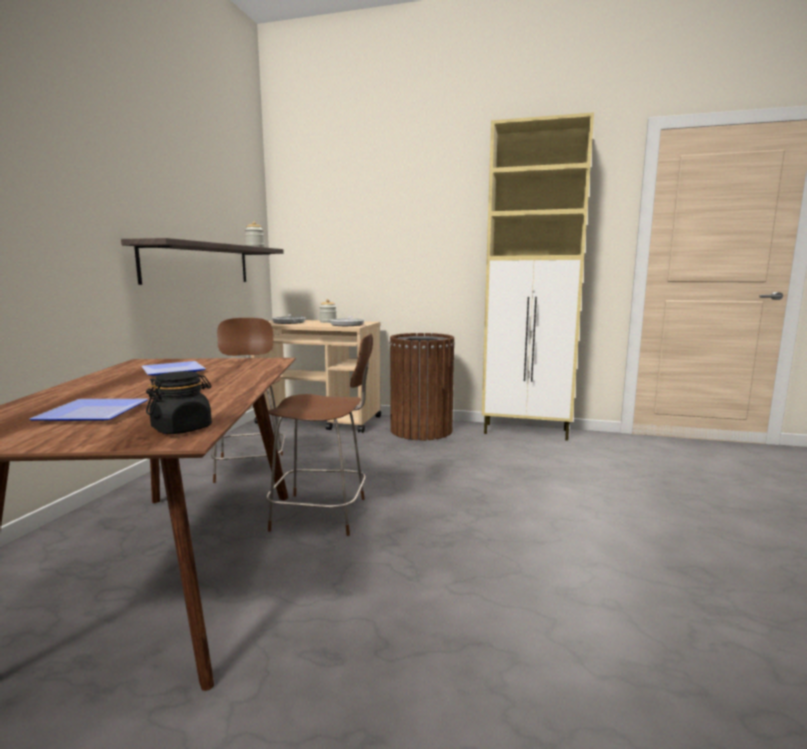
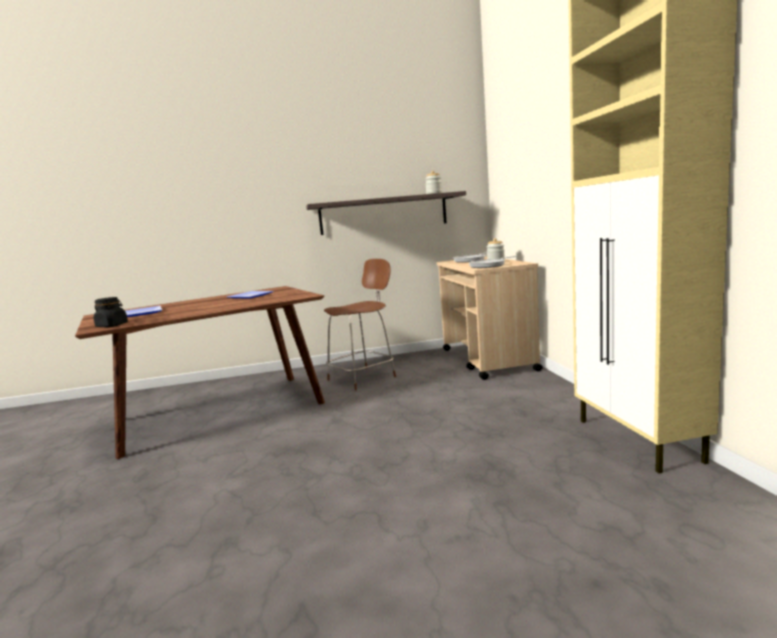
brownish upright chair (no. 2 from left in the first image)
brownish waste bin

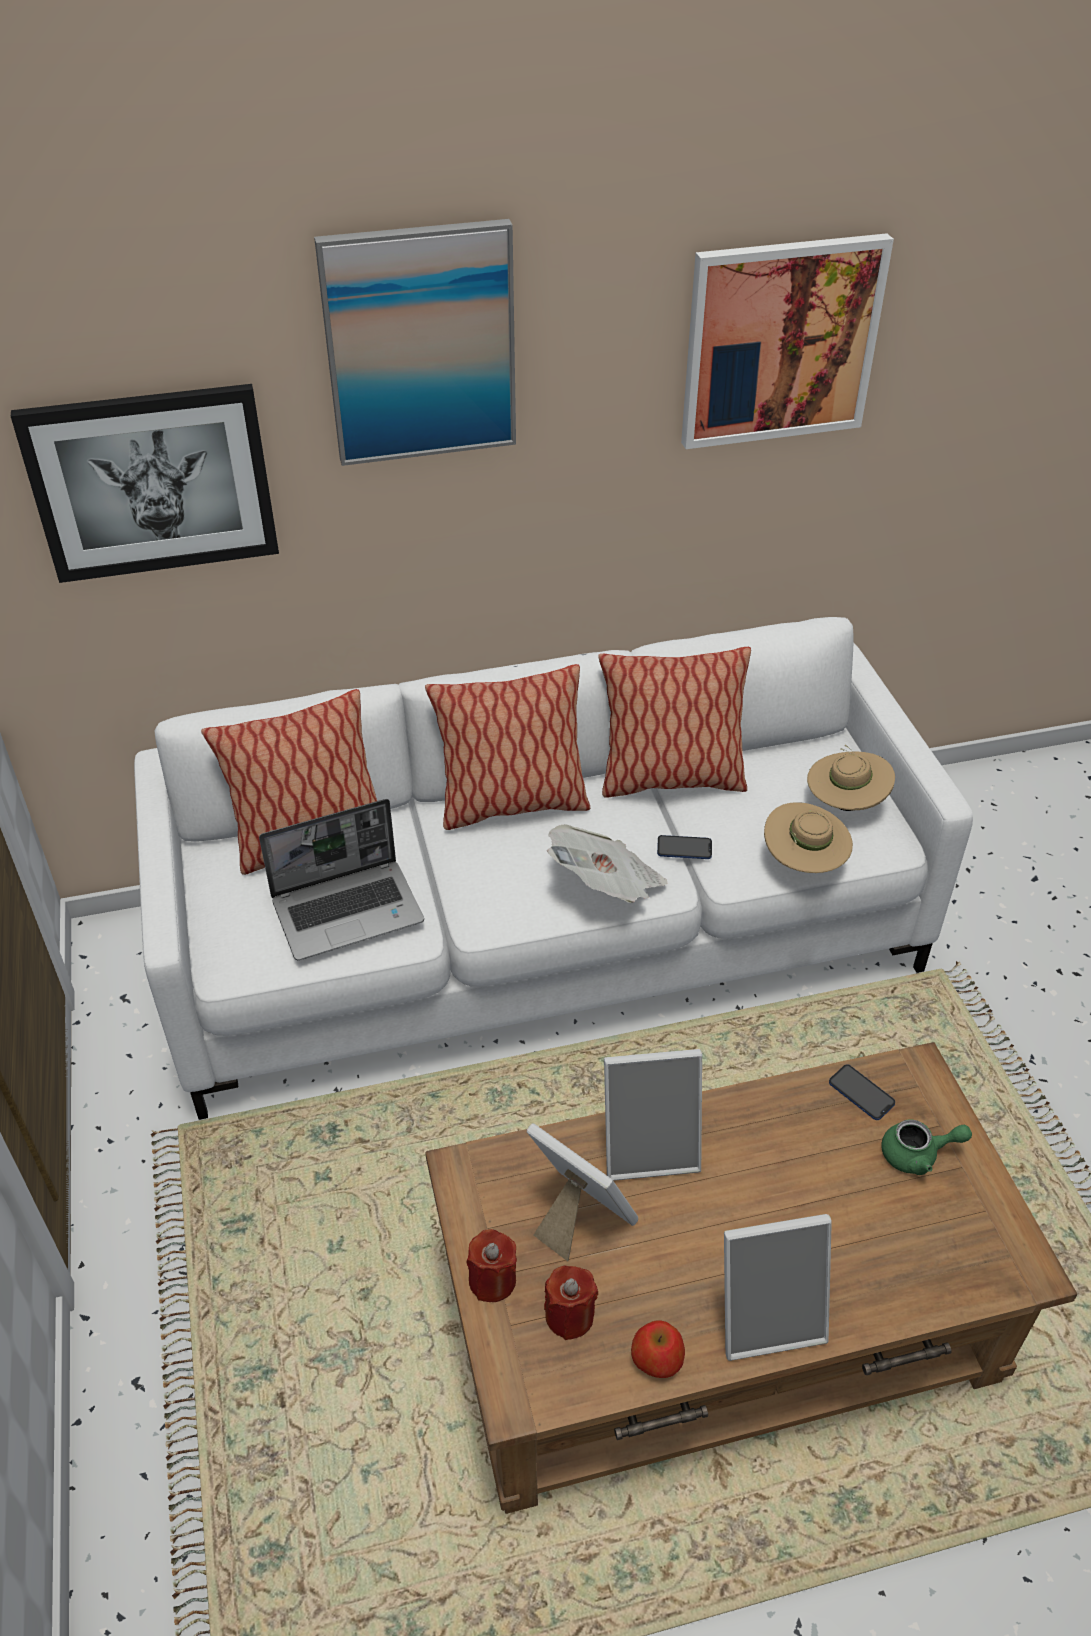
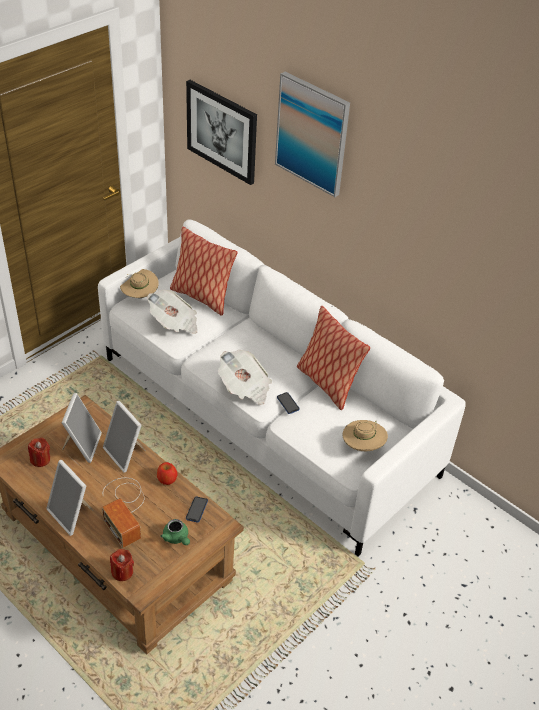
wall picture (no. 3 from left in the first image)
throw pillow (no. 2 from left in the first image)
printed paper (no. 1 from left)
beige wearable hat (no. 1 from left)
red wax light (no. 2 from left)
apple
radio receiver

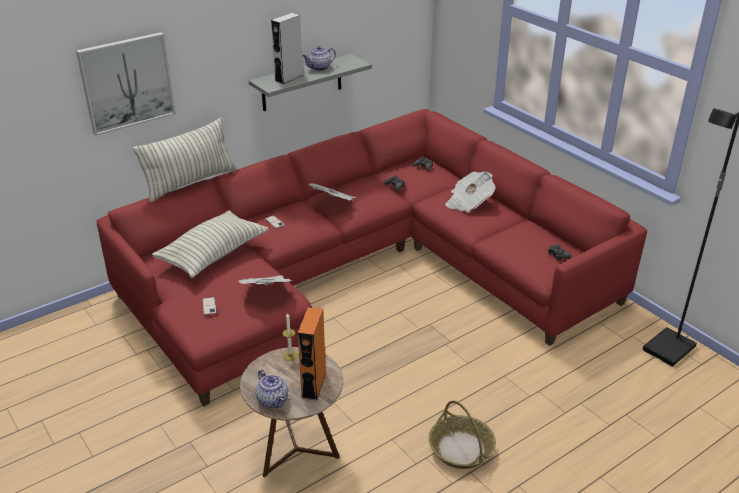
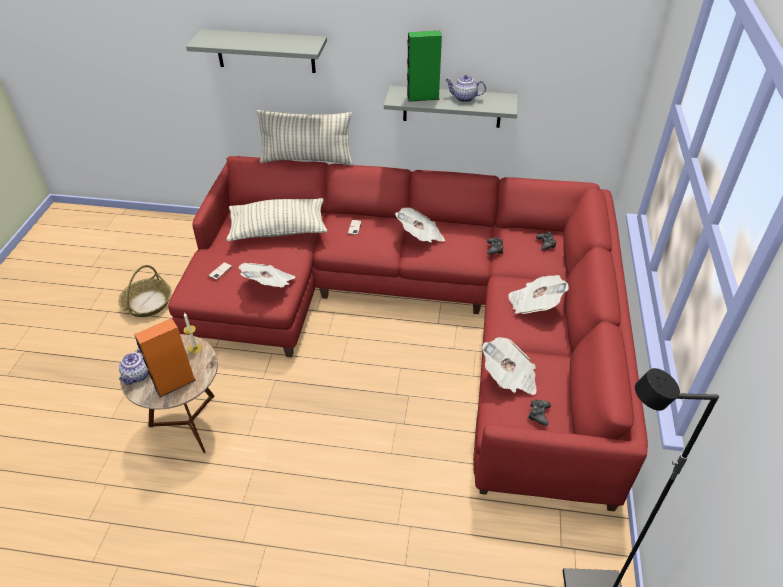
green-coloured audio speaker
grey bracket shelf (no. 1 from left)
storage basket
printed paper (no. 3 from left)

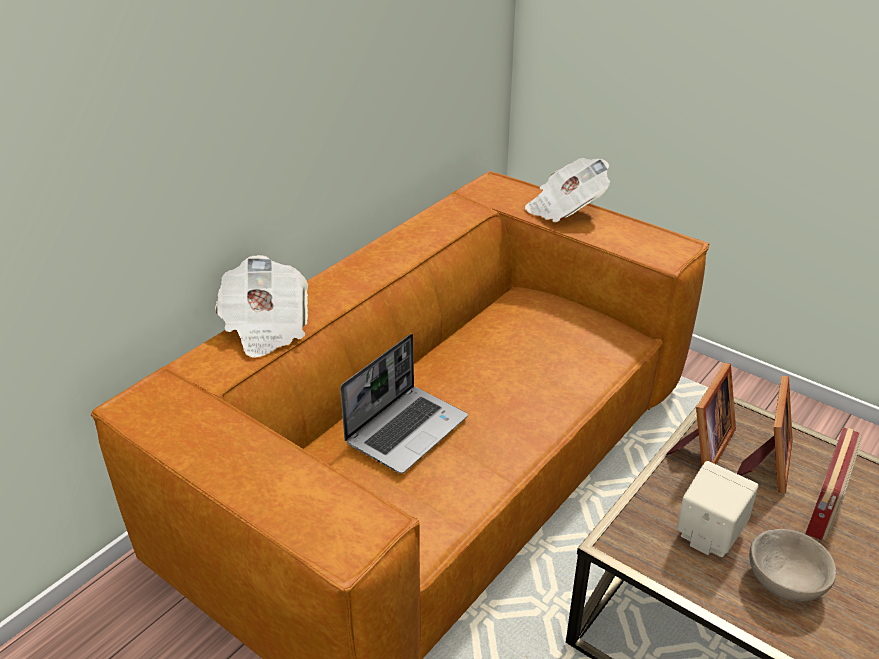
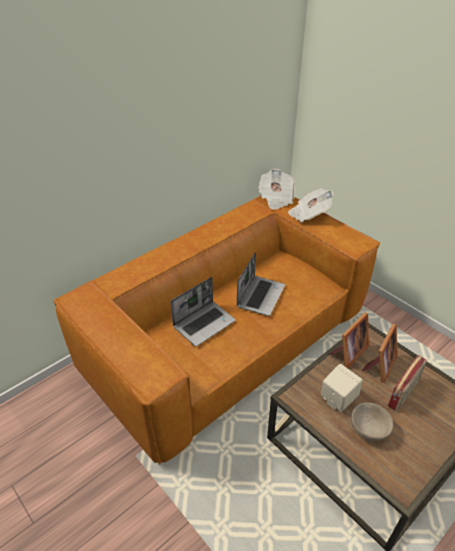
printed paper (no. 1 from left)
portable computer (no. 2 from left)

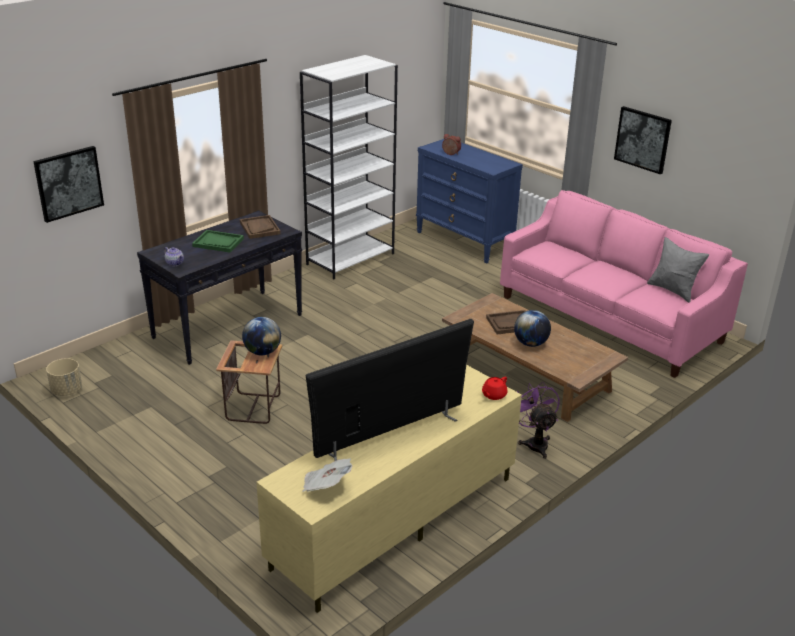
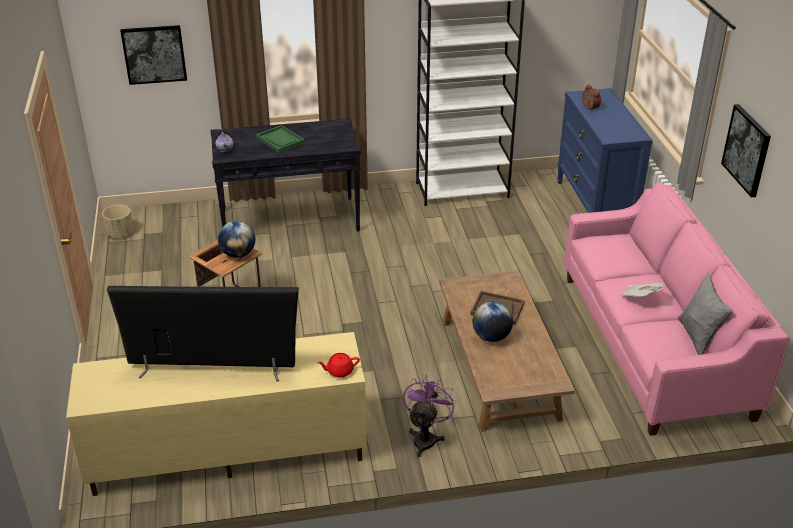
brownish carrying tray (no. 1 from left in the first image)
printed paper

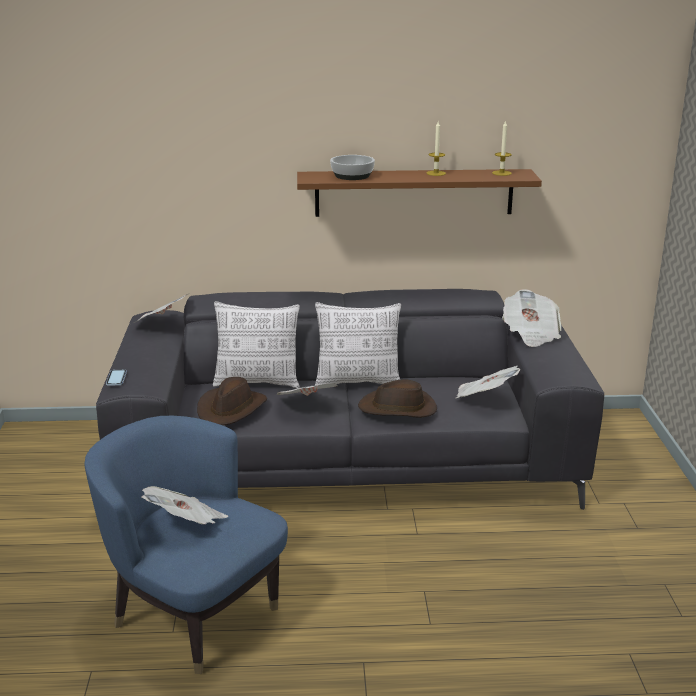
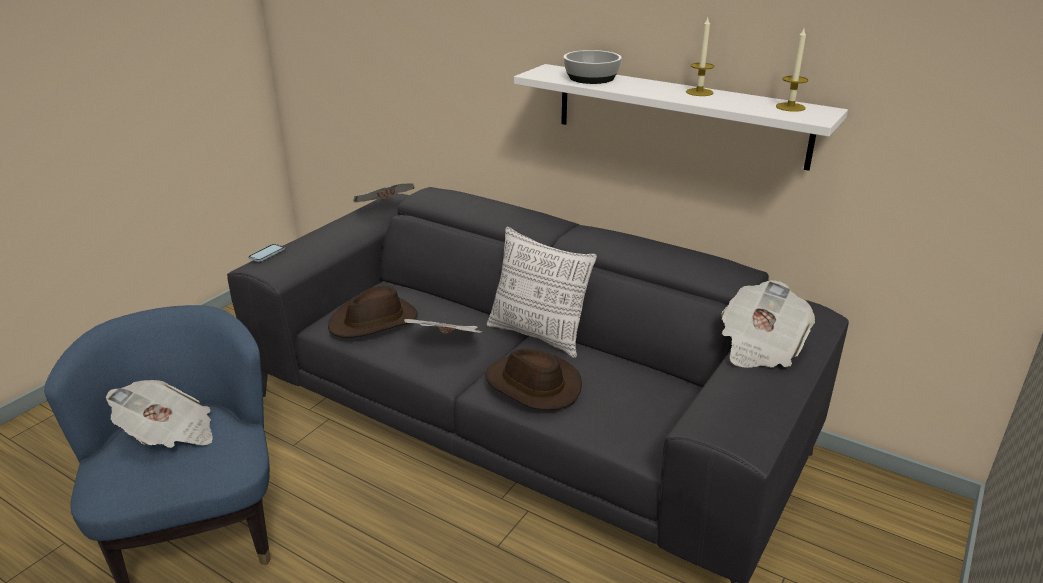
white-coloured bracket shelf
throw pillow (no. 1 from left in the first image)
printed paper (no. 4 from left in the first image)

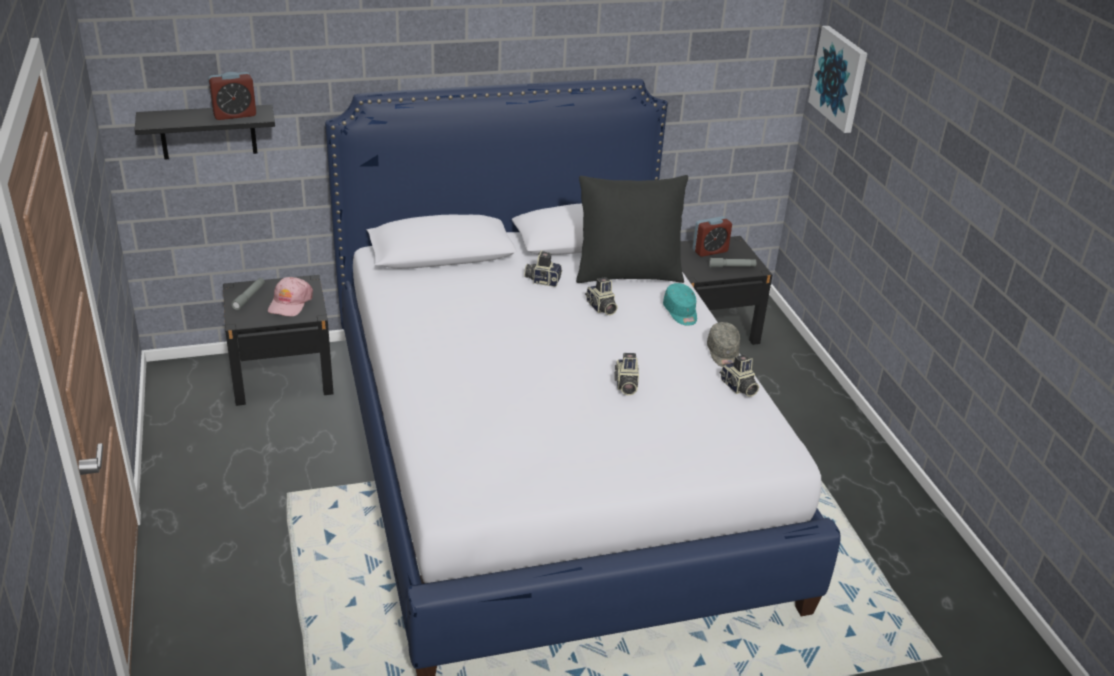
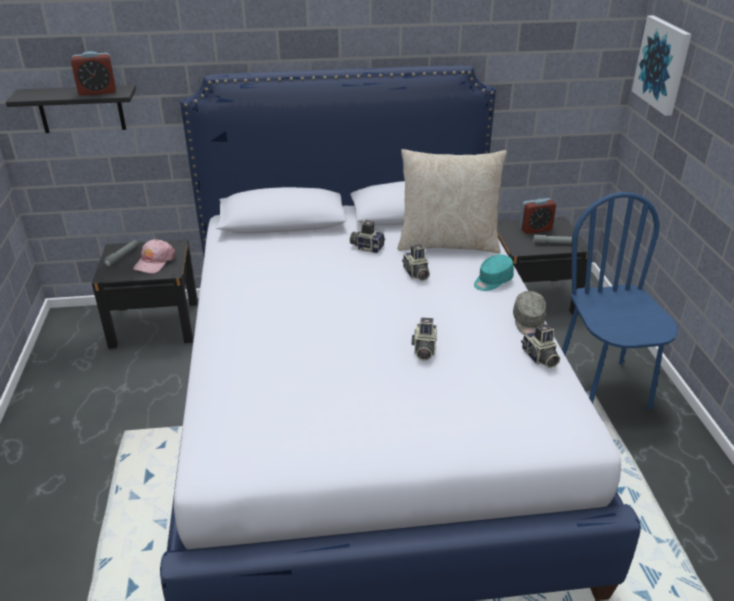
beige throw pillow
turquoise peaked cap
blue upright chair

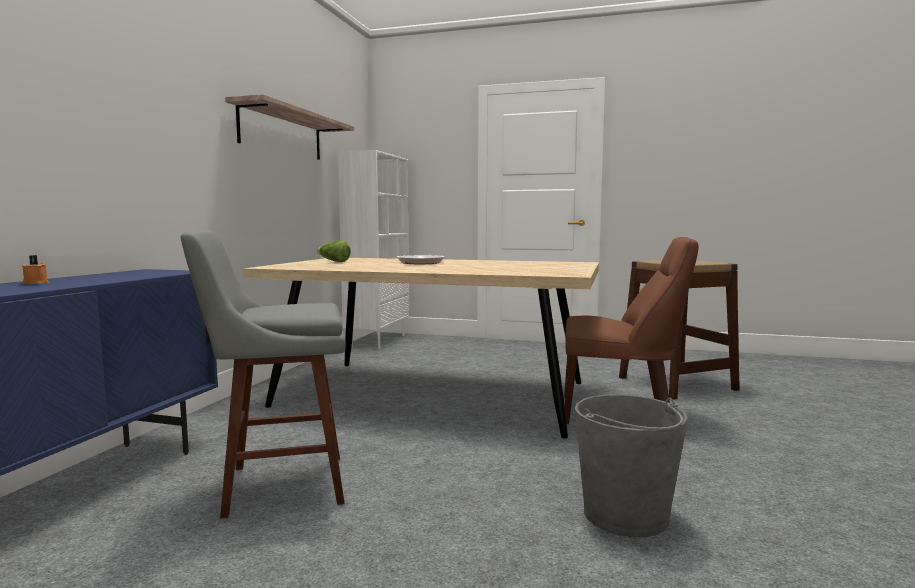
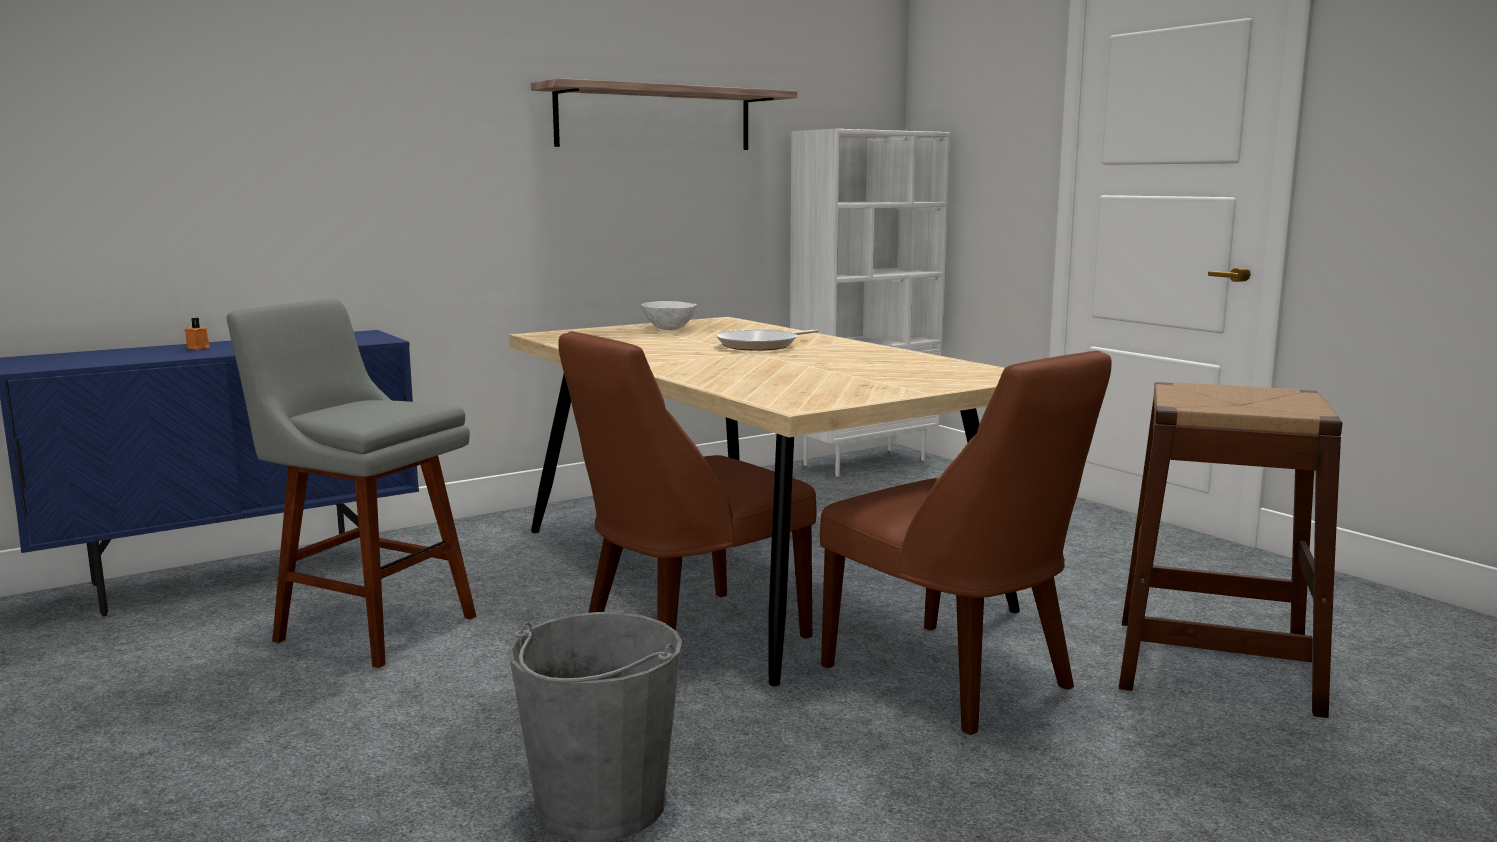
white-coloured serving bowl
brownish upright chair (no. 1 from left)

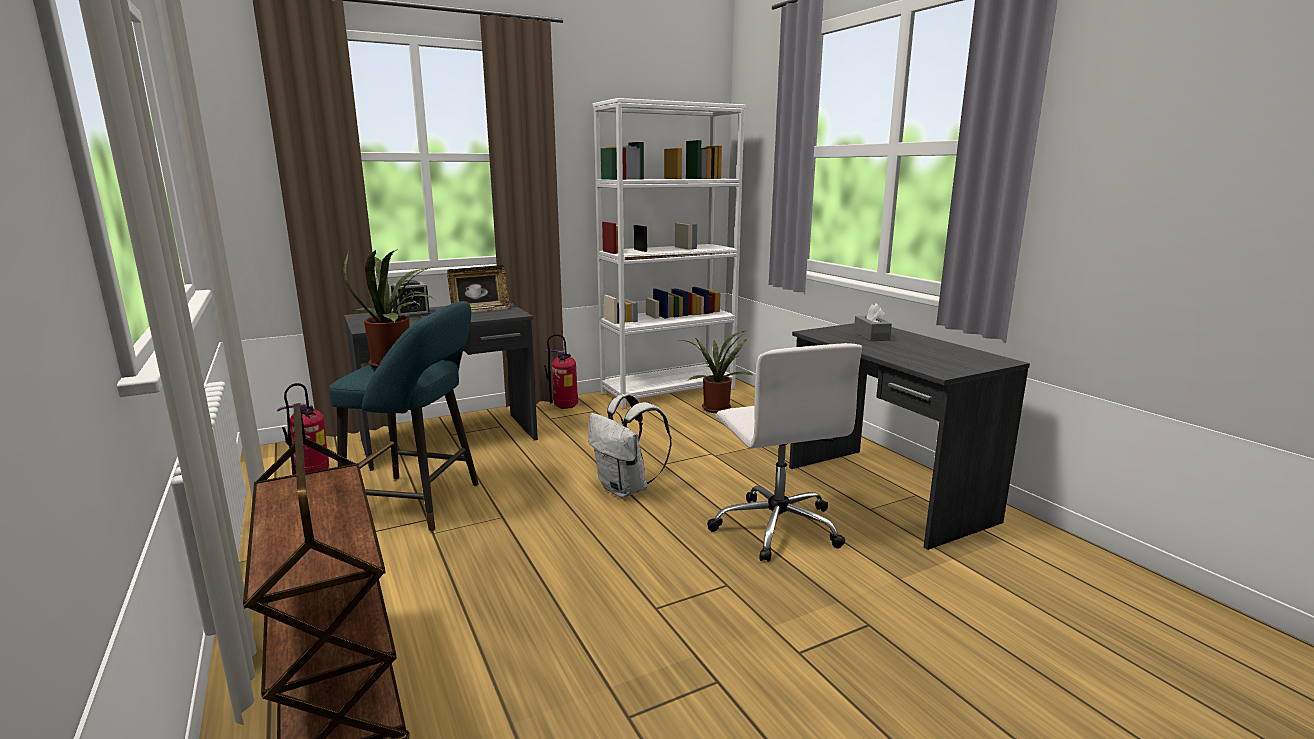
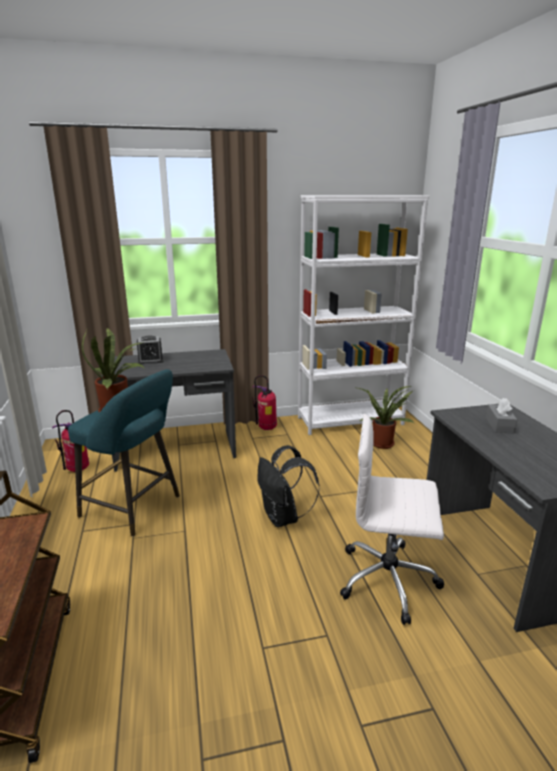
picture frame
white-coloured computer chair
black rucksack

